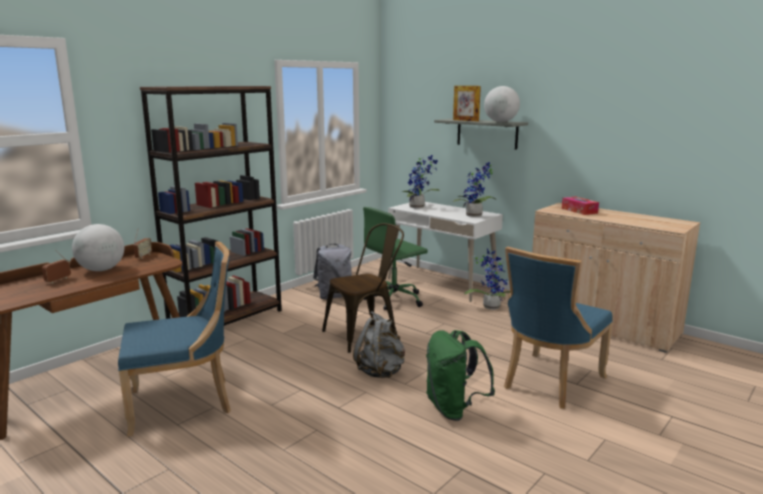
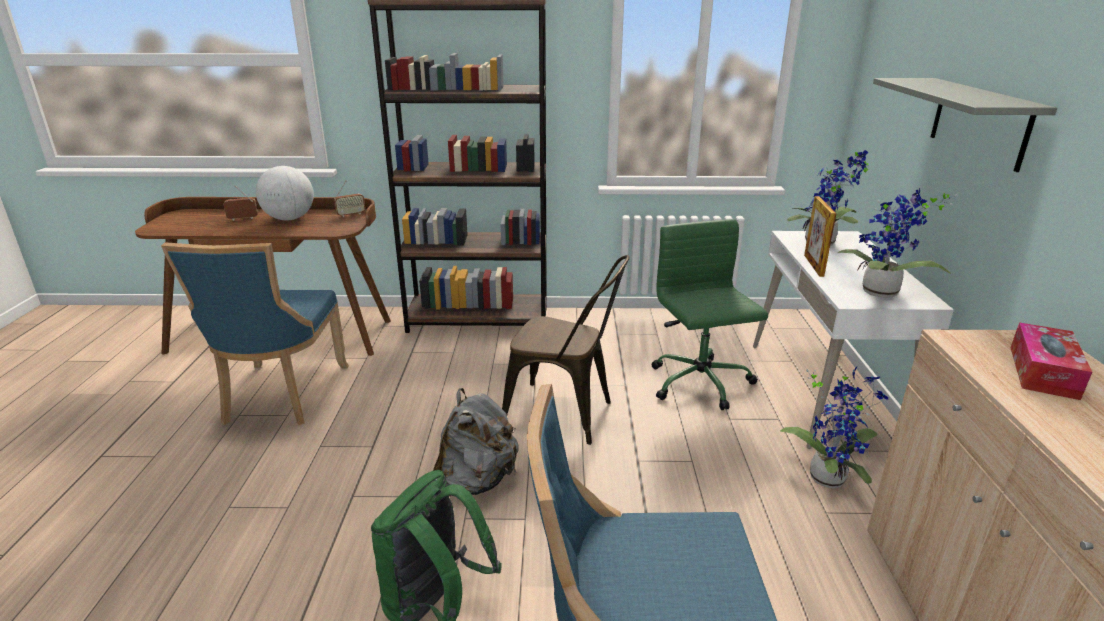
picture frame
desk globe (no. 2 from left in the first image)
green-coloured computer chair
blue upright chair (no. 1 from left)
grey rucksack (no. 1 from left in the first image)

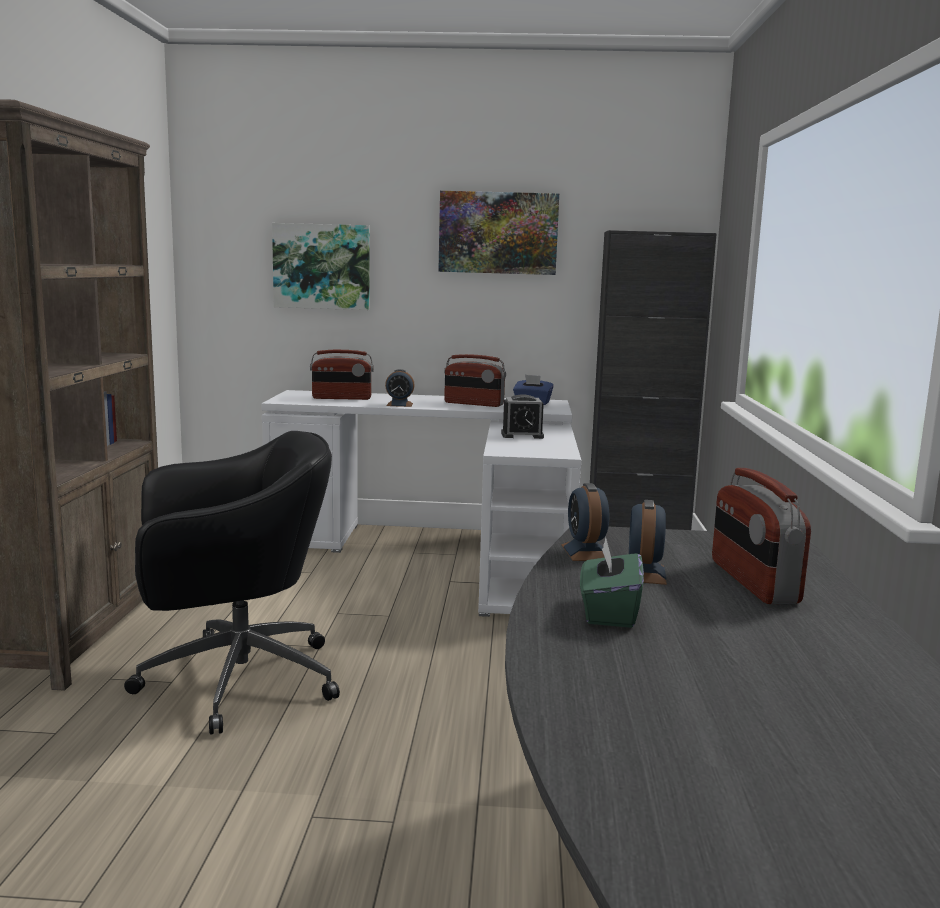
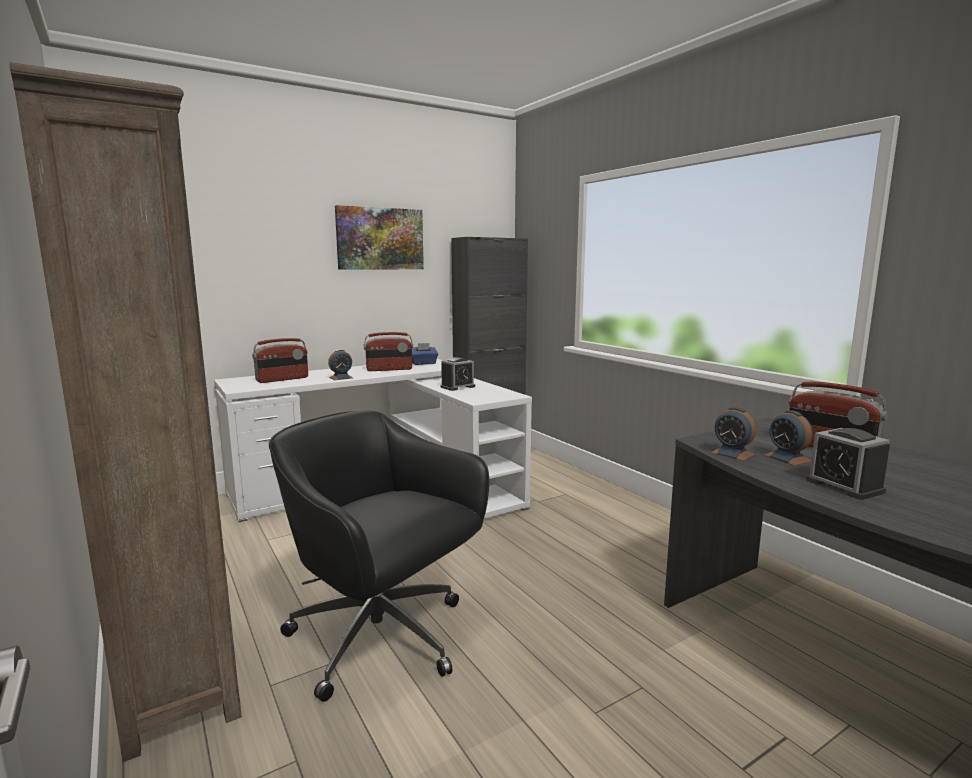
wall picture (no. 1 from left in the first image)
black computer chair
table clock (no. 5 from left)

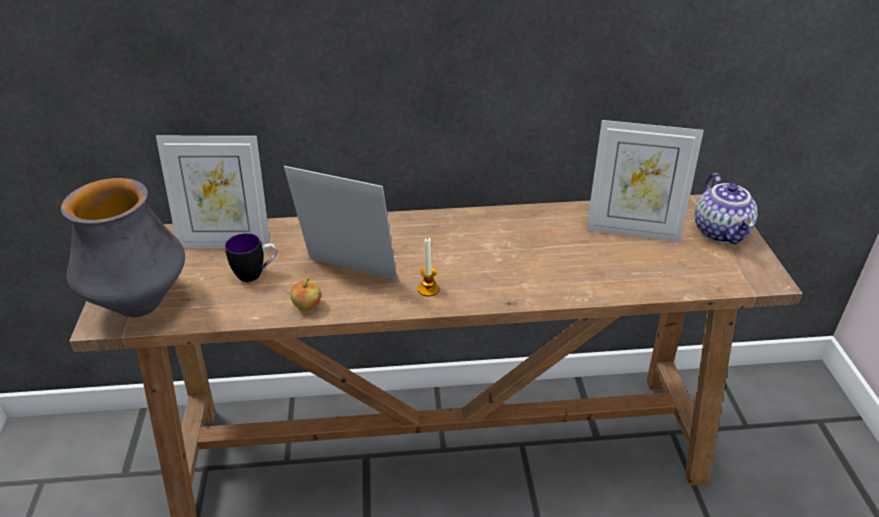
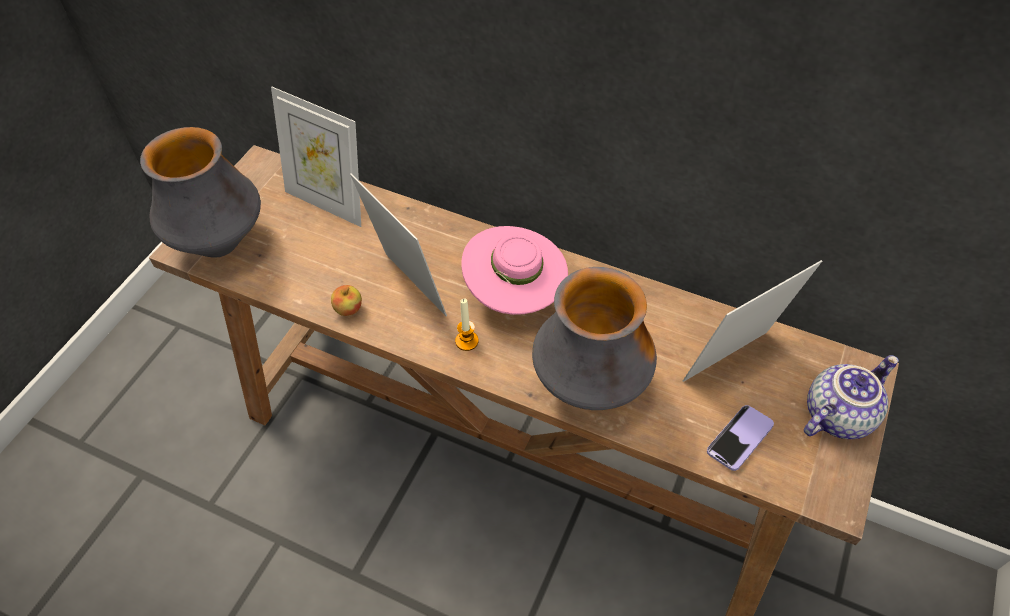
picture frame (no. 3 from left)
teapot
coffee mug
pink-coloured wearable hat
vase (no. 2 from left)
handset

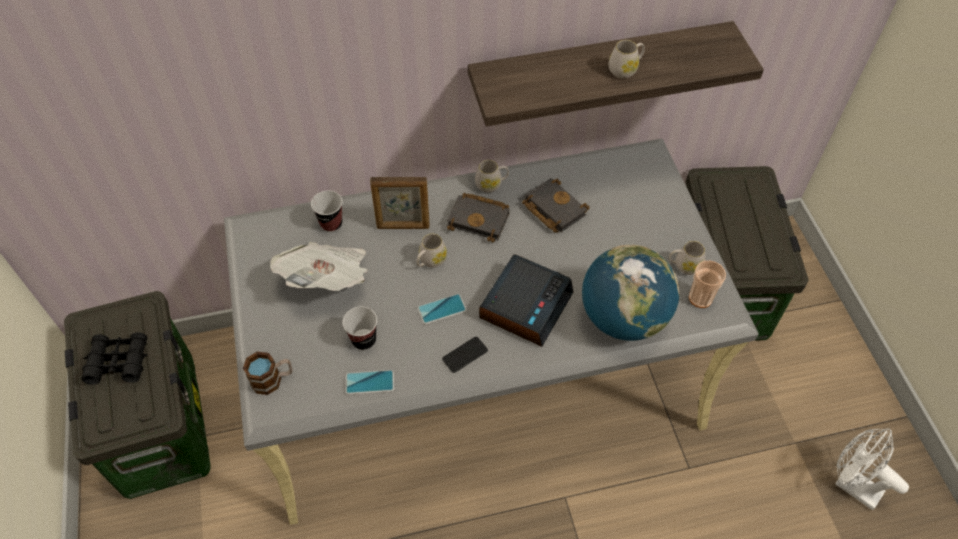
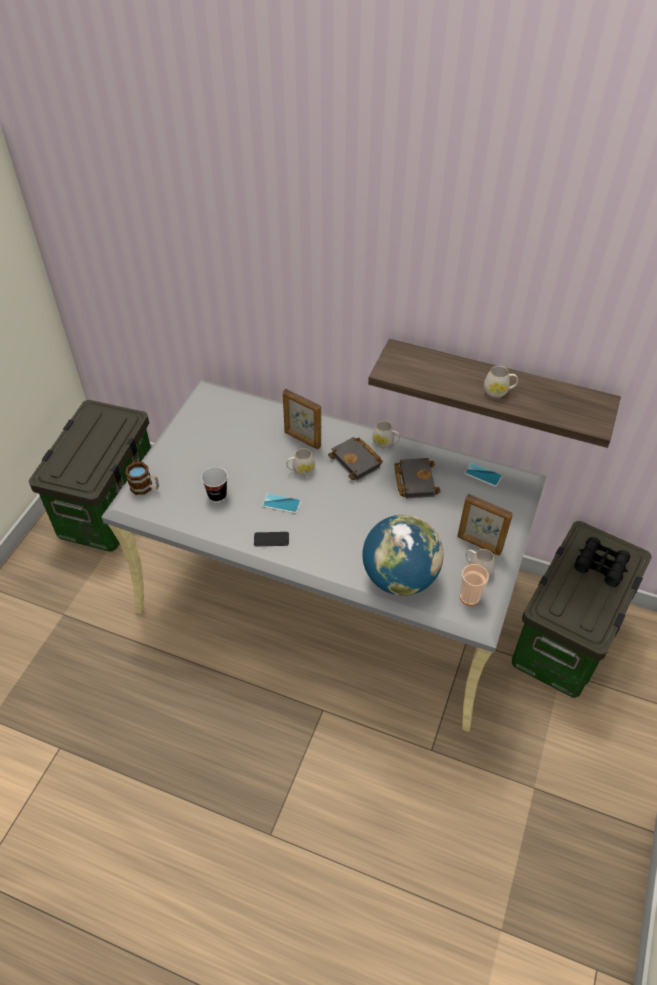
drinking cup (no. 1 from left in the first image)
printed paper
table clock
black binoculars
handset (no. 3 from left)
white-coloured electric fan
picture frame (no. 2 from left)

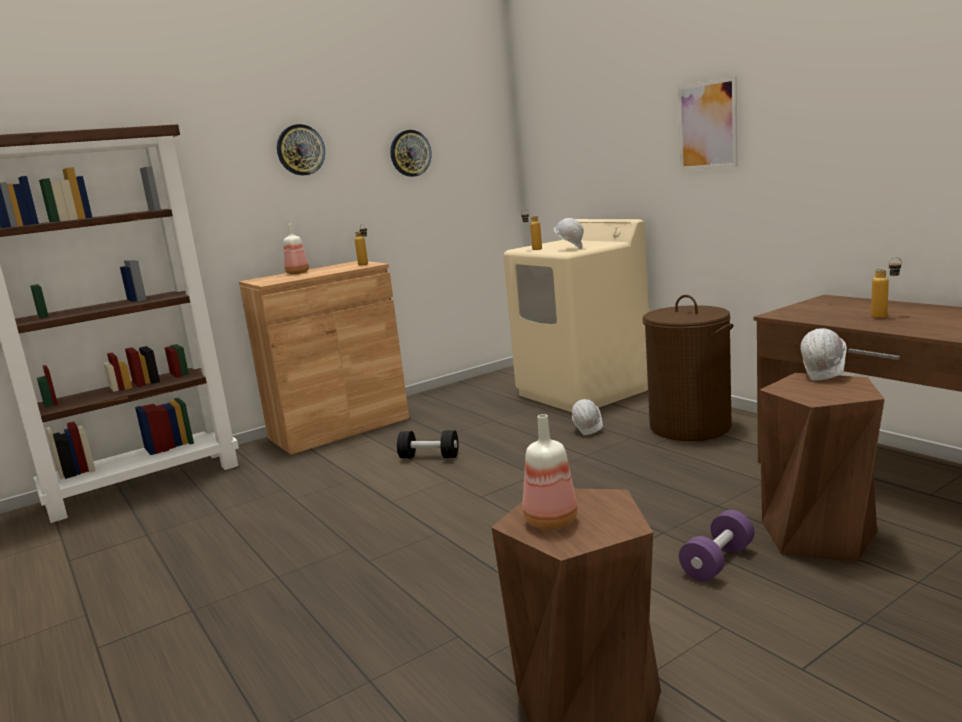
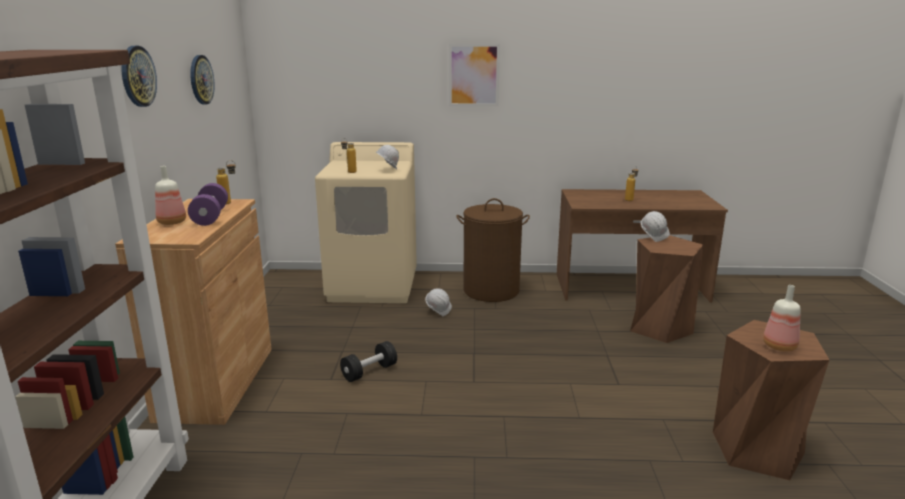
purple-coloured free weight

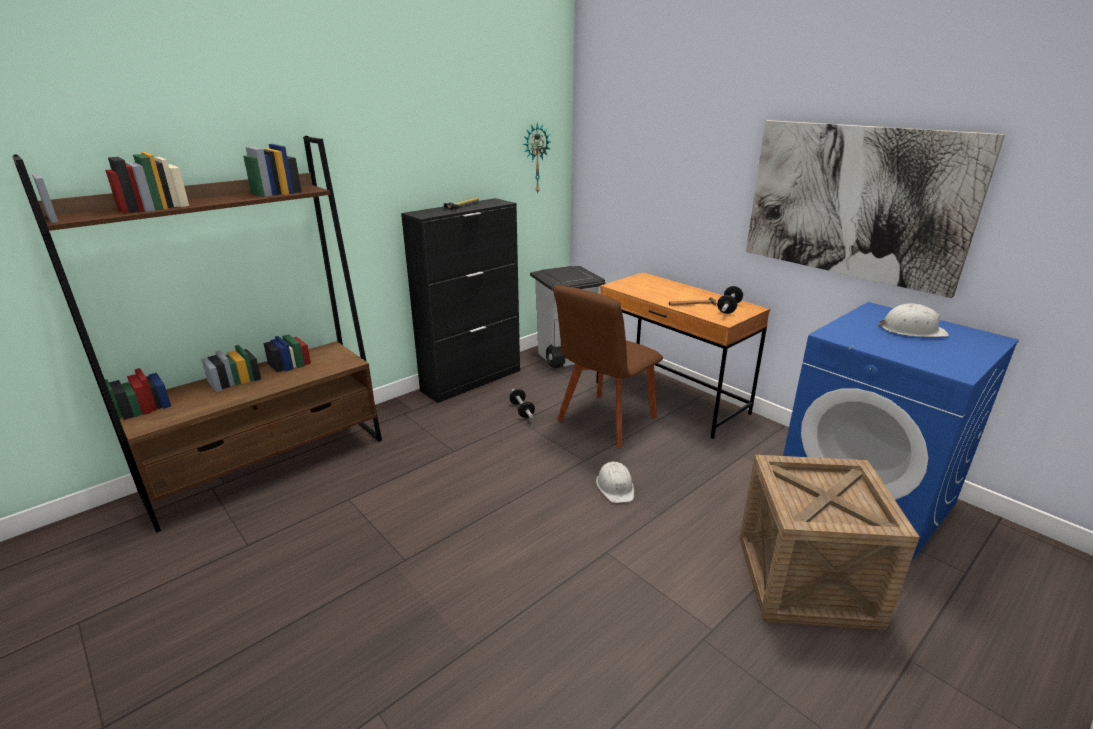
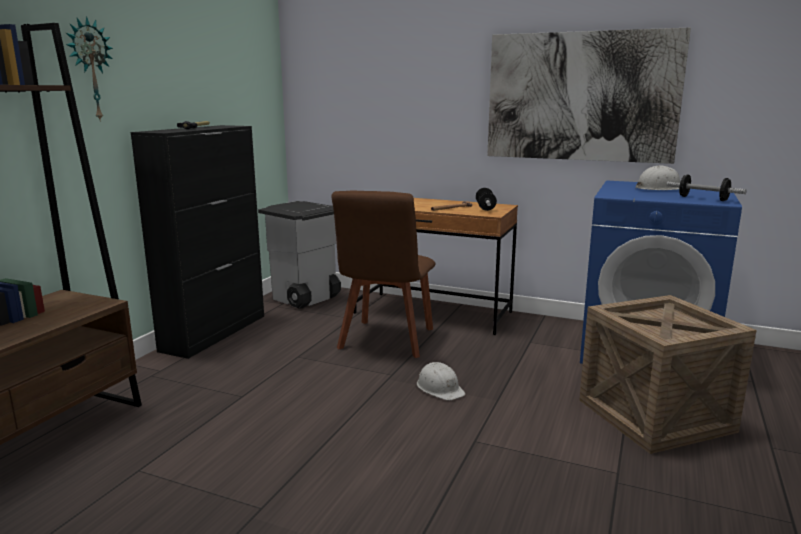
clock on the wall
free weight (no. 2 from left)

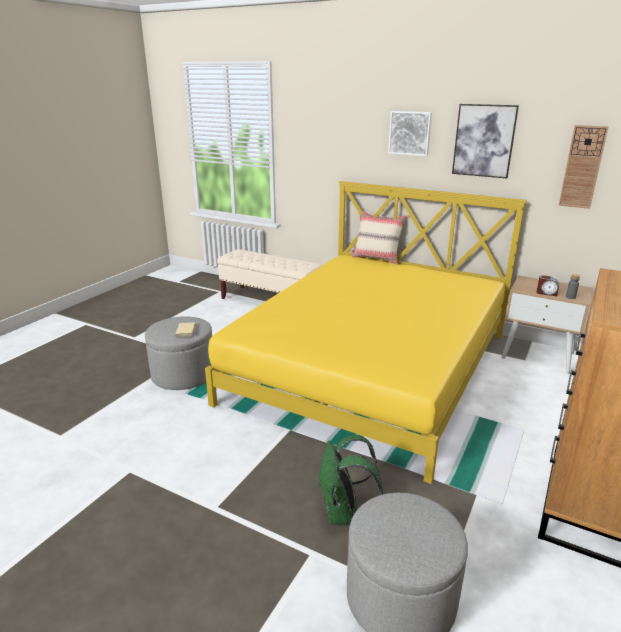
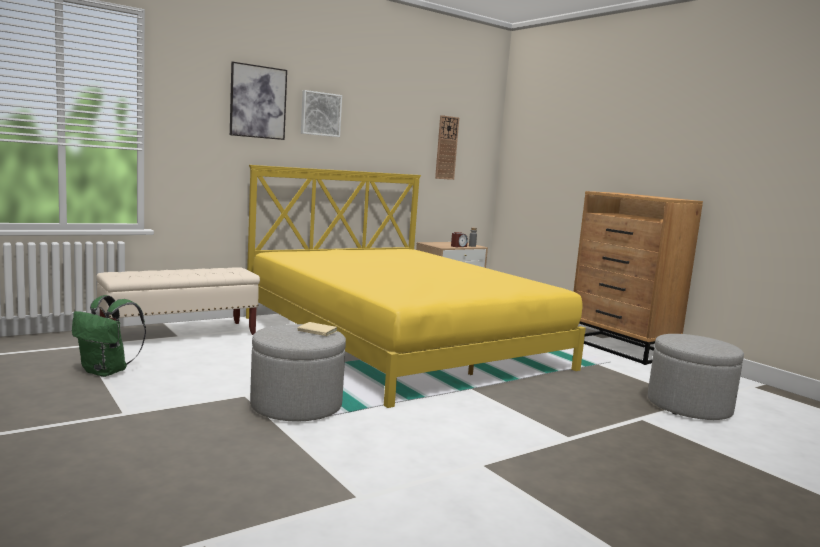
wall picture (no. 1 from left)
beige throw pillow
green-coloured rucksack

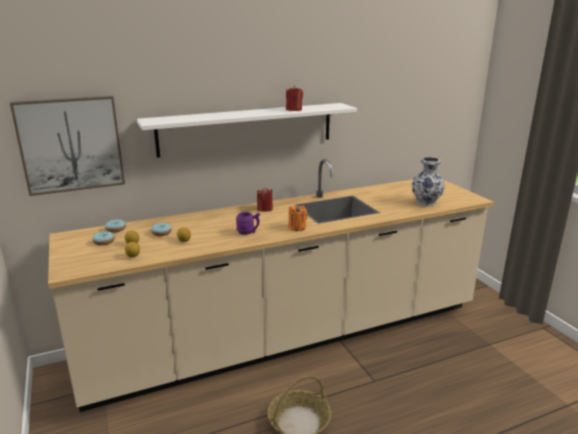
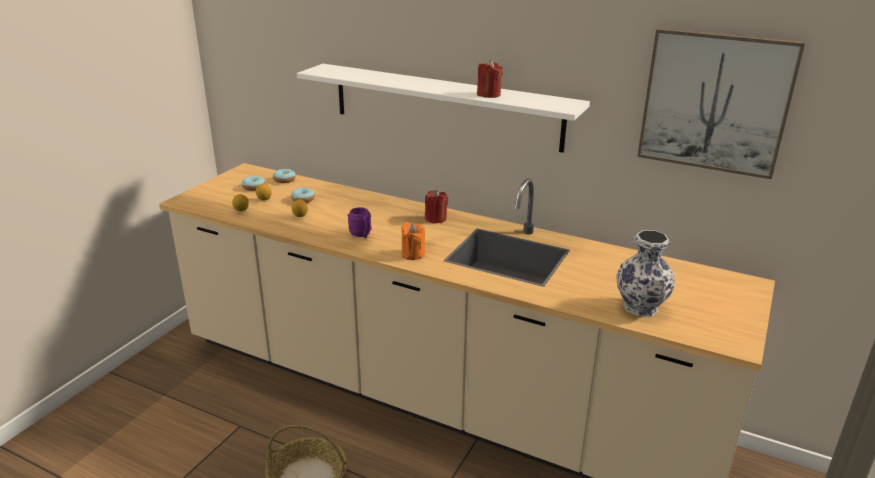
wall picture

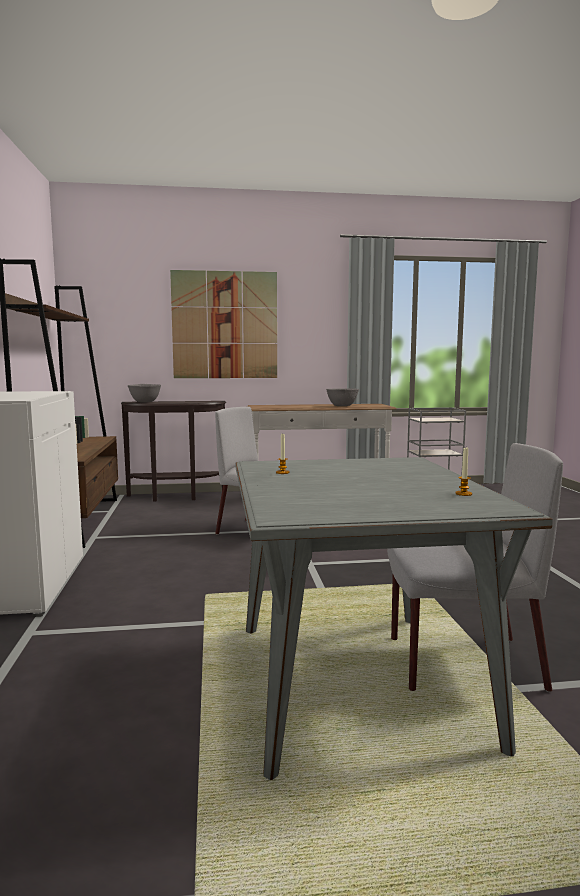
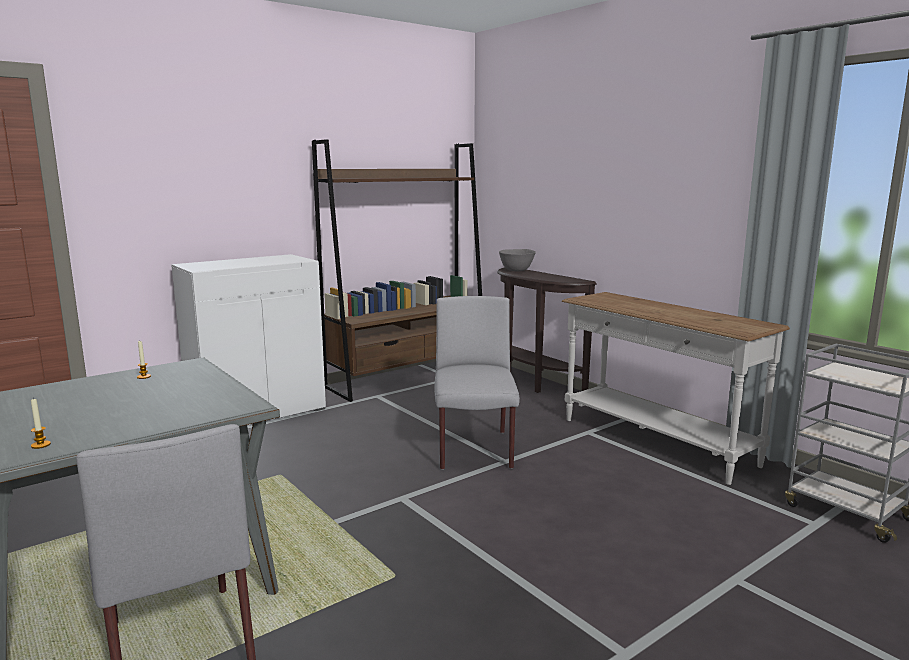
wall picture
grey serving bowl (no. 2 from left in the first image)

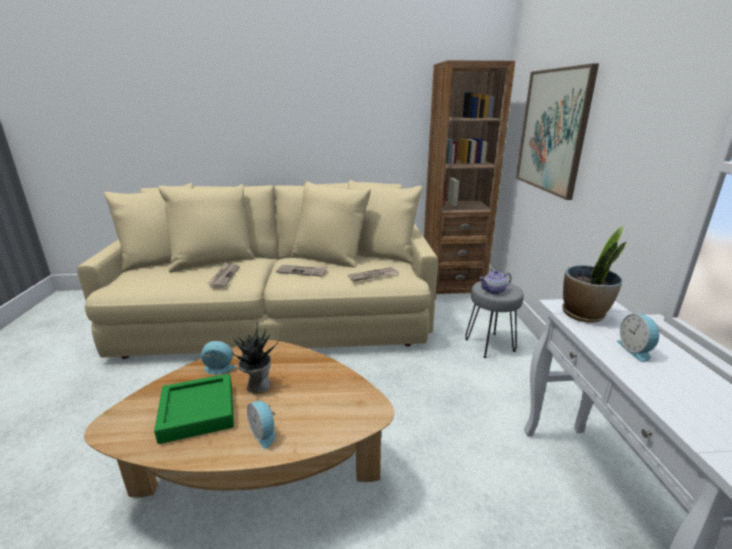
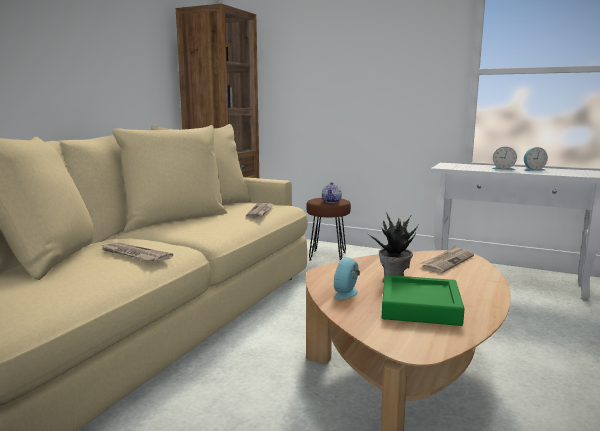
wall picture
houseplant (no. 2 from left in the first image)
printed paper (no. 3 from left)
brownish stool seat
table clock (no. 3 from left)

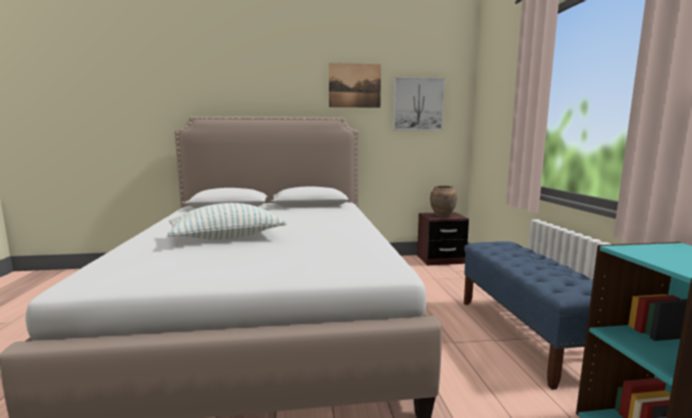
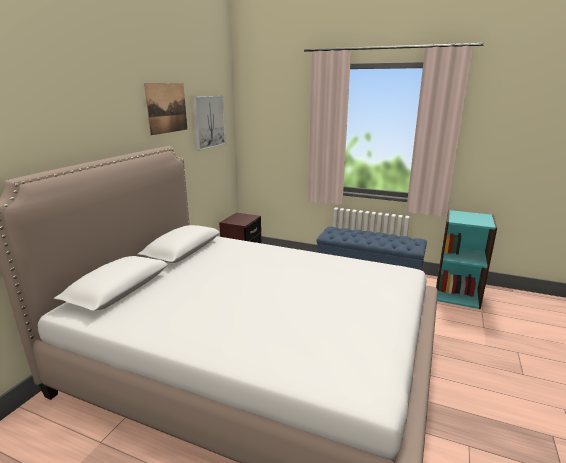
brownish vase
throw pillow

